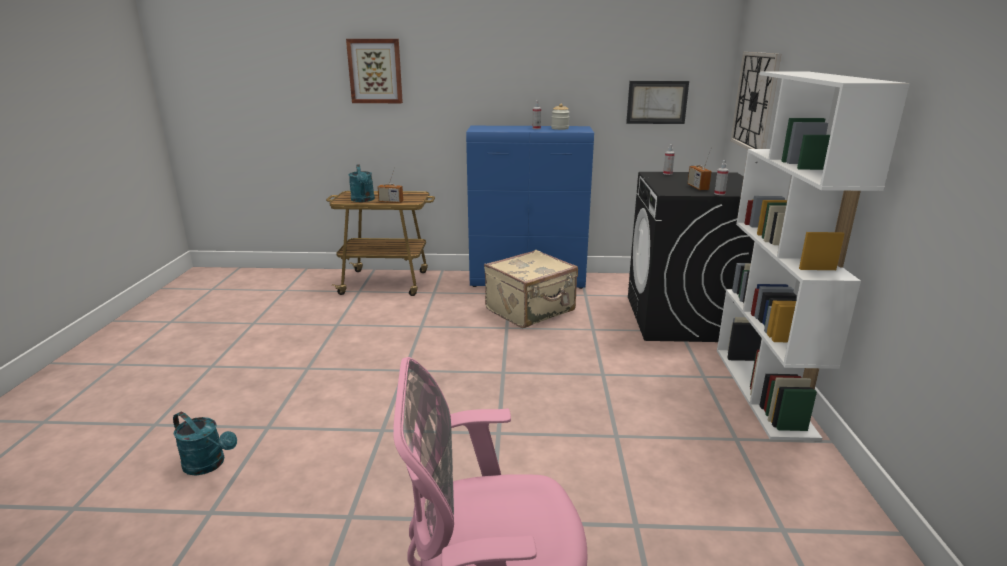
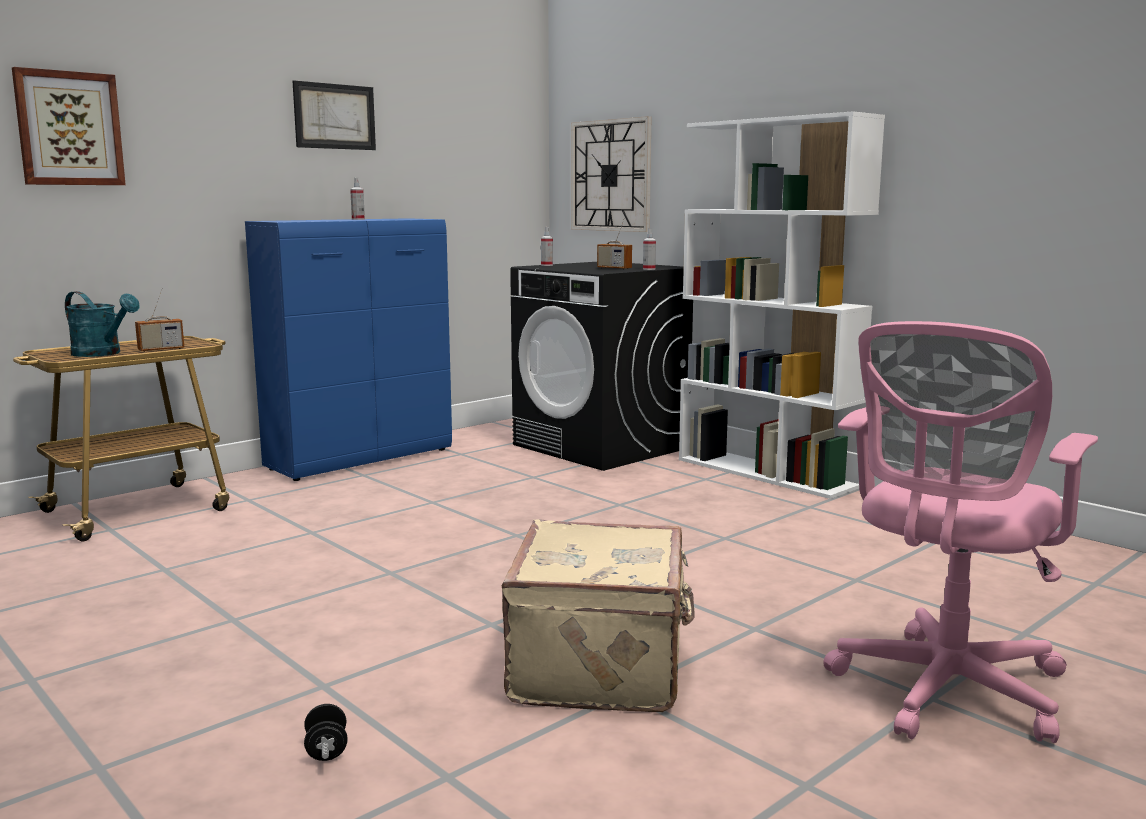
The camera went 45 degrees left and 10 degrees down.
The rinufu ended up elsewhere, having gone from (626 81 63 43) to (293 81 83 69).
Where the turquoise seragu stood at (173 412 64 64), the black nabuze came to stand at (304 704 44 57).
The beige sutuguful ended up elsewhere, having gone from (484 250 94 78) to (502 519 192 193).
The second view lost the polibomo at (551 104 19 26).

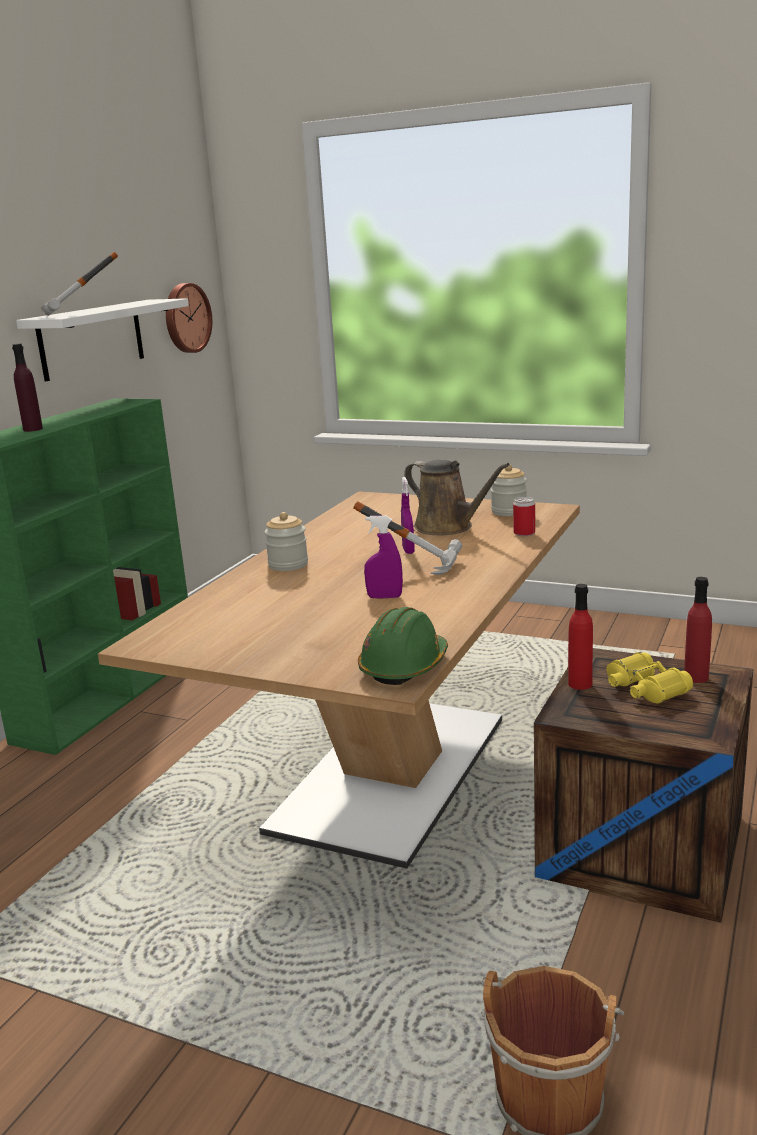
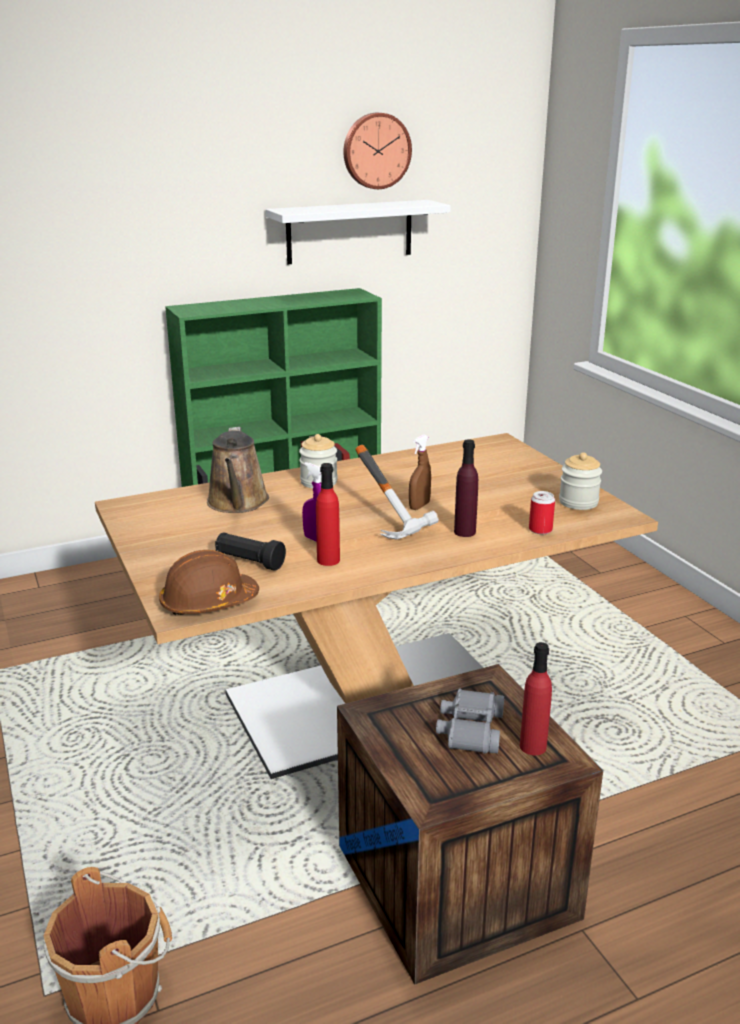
The camera went 40 degrees right and 5 degrees up.
What was the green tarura at (358 607 90 78) turned into the brown tarura at (159 550 100 65).
The brown seragu ended up elsewhere, having gone from (404 460 106 75) to (207 427 62 86).
The second view gained the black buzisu at (215 532 71 39).
The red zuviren ended up elsewhere, having gone from (568 584 25 106) to (316 463 24 103).
The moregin ended up elsewhere, having gone from (166 283 46 70) to (344 113 68 76).
What was the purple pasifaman at (401 477 14 77) turned into the brown pasifaman at (409 434 22 76).
What was the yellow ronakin at (606 652 87 51) turned into the grey ronakin at (436 688 68 66).
The purple zuviren ended up elsewhere, having gone from (12 343 31 89) to (454 439 24 98).
The second view lost the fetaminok at (41 252 77 64).

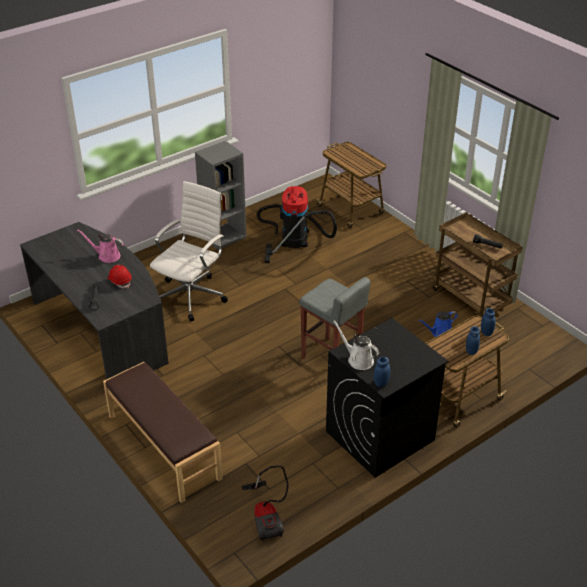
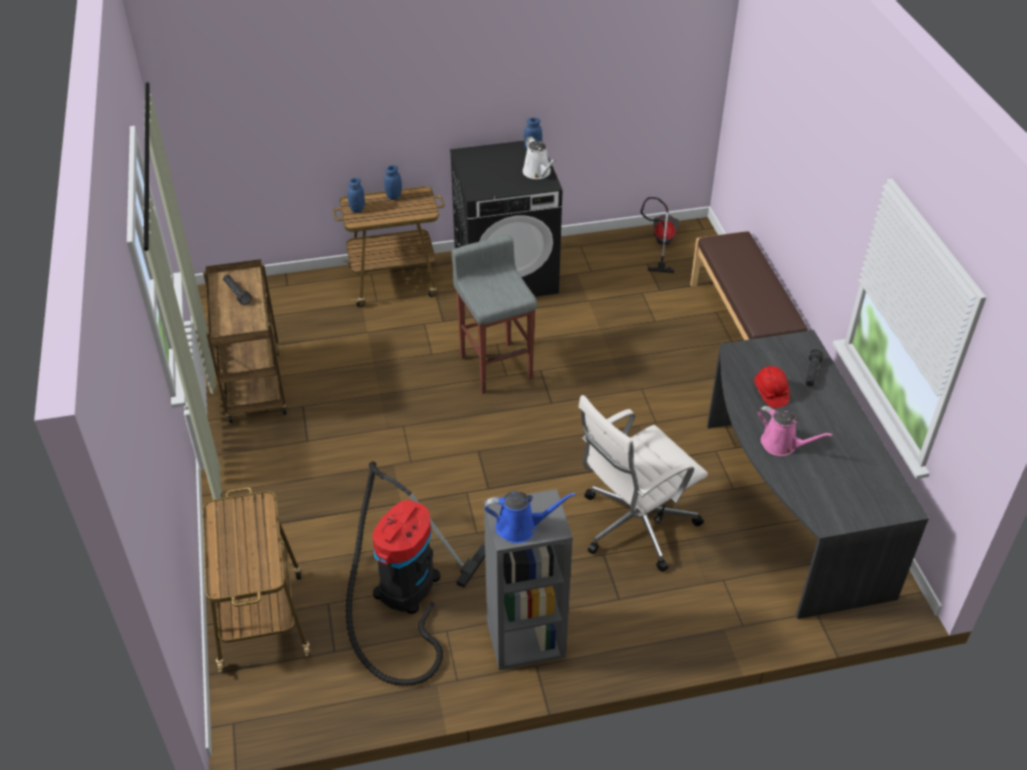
The camera went 155 degrees left and 5 degrees up.
The blue seragu ended up elsewhere, having gone from (418 311 40 26) to (485 491 91 52).

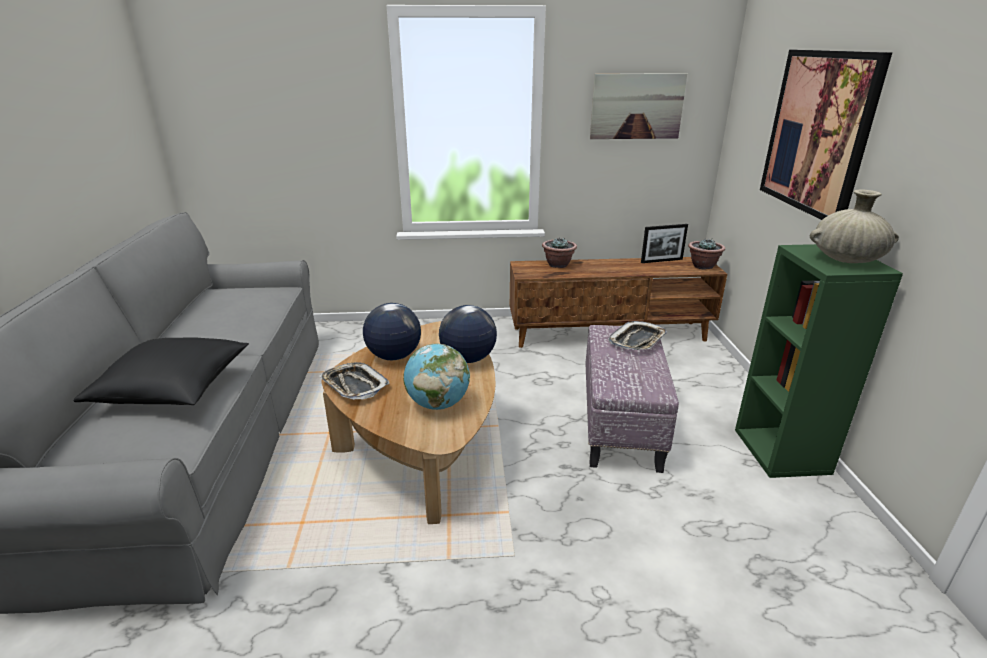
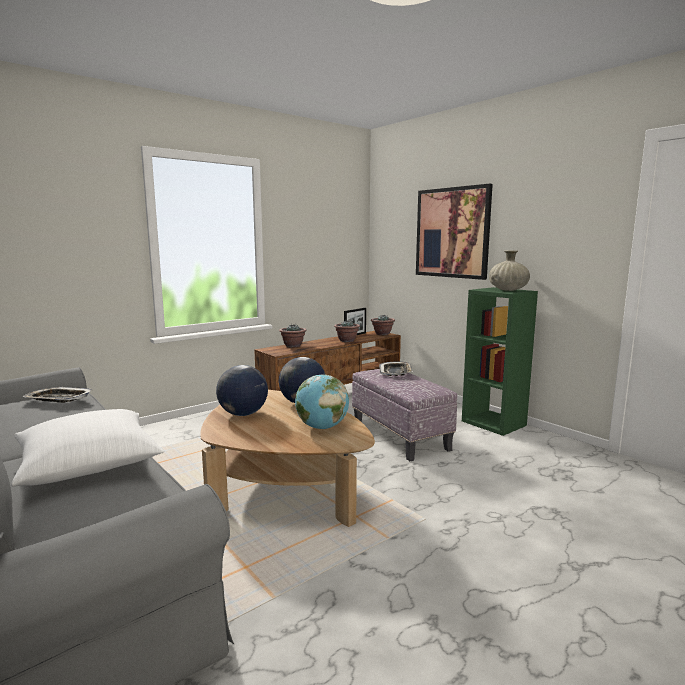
The camera went 35 degrees left and 15 degrees down.
What was the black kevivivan at (74 337 175 68) turned into the white kevivivan at (11 409 153 78).
The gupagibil ended up elsewhere, having gone from (319 362 71 38) to (22 387 70 16).
The second view gained the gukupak at (334 320 26 22).
The second view lost the rinufu at (590 73 97 66).

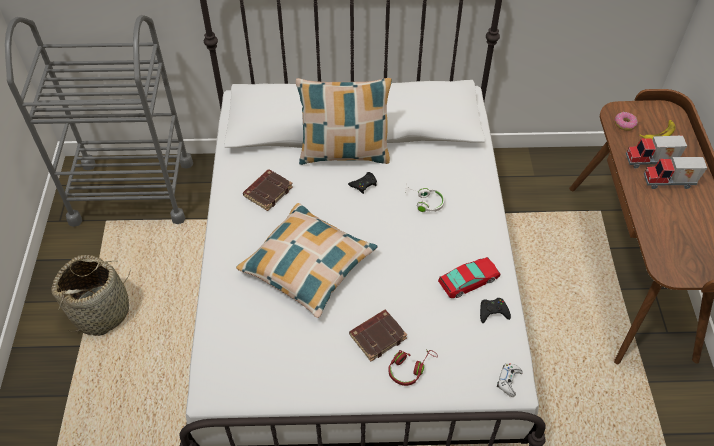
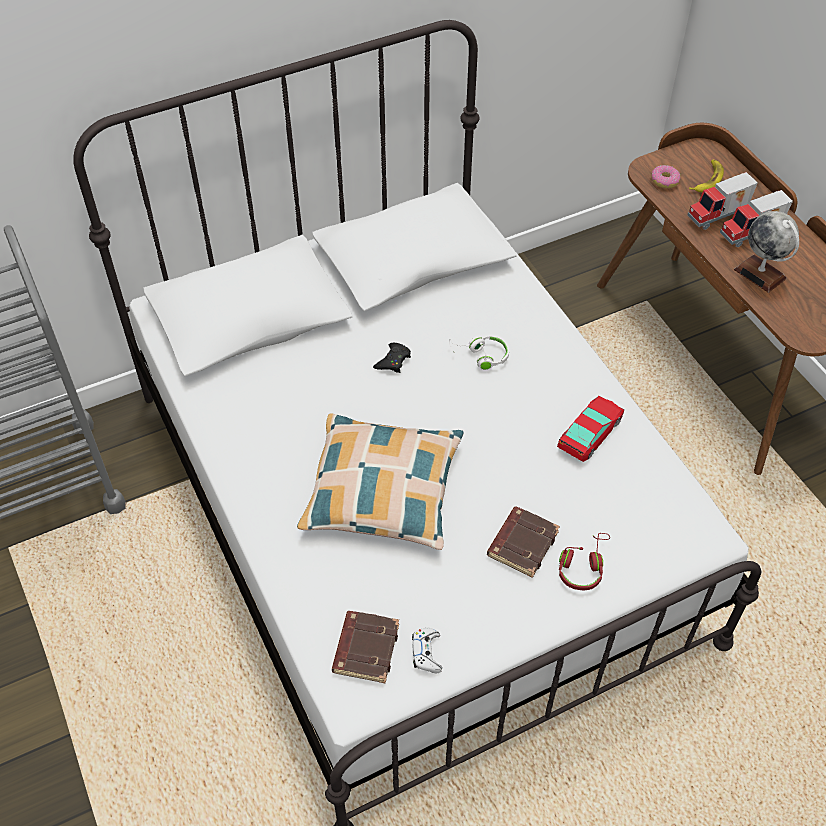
The camera went 25 degrees left and 0 degrees up.
The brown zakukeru ended up elsewhere, having gone from (243 169 50 42) to (332 611 67 72).
The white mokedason ended up elsewhere, having gone from (497 363 26 34) to (412 628 30 45).
The second view gained the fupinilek at (734 211 65 82).
The second view lost the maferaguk at (51 255 80 81).
The second view lost the kevivivan at (296 78 96 87).
The second view lost the black mokedason at (480 298 31 25).

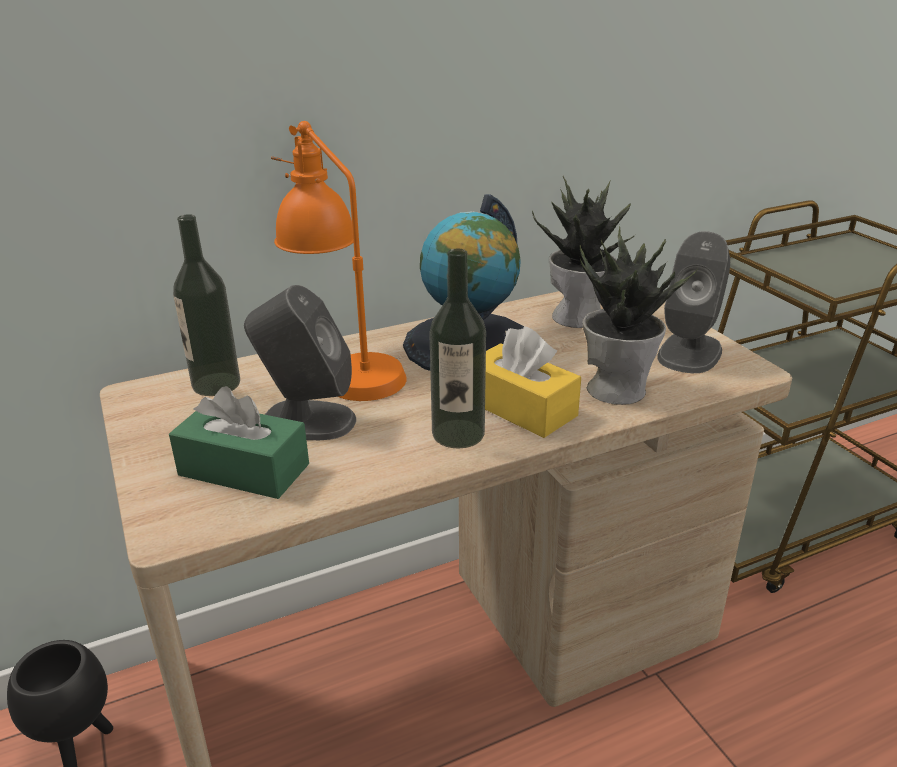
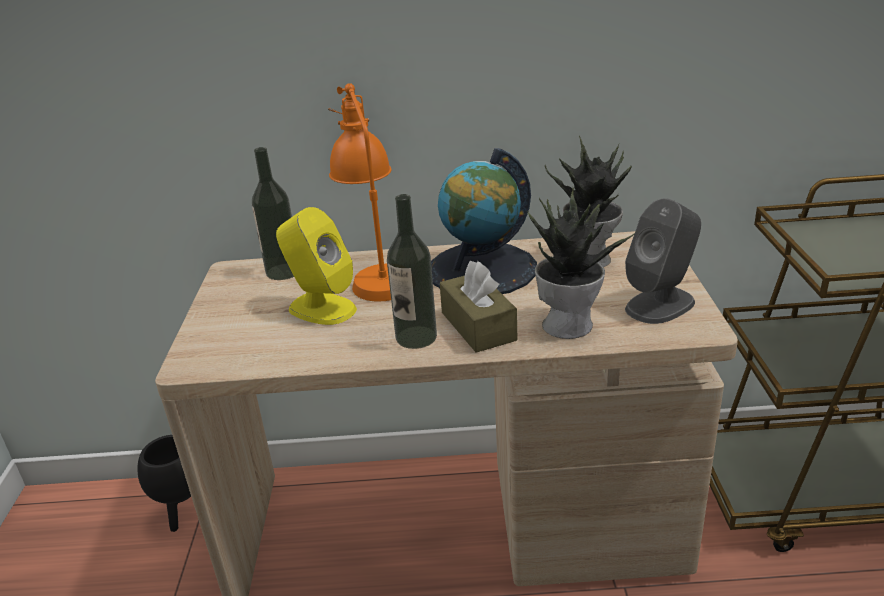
The camera went 25 degrees right and 0 degrees up.
What was the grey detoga at (244 285 112 155) turned into the yellow detoga at (276 207 81 118).
What was the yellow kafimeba at (485 326 96 112) turned into the brown kafimeba at (440 261 78 92).
The second view lost the green kafimeba at (169 386 140 113).

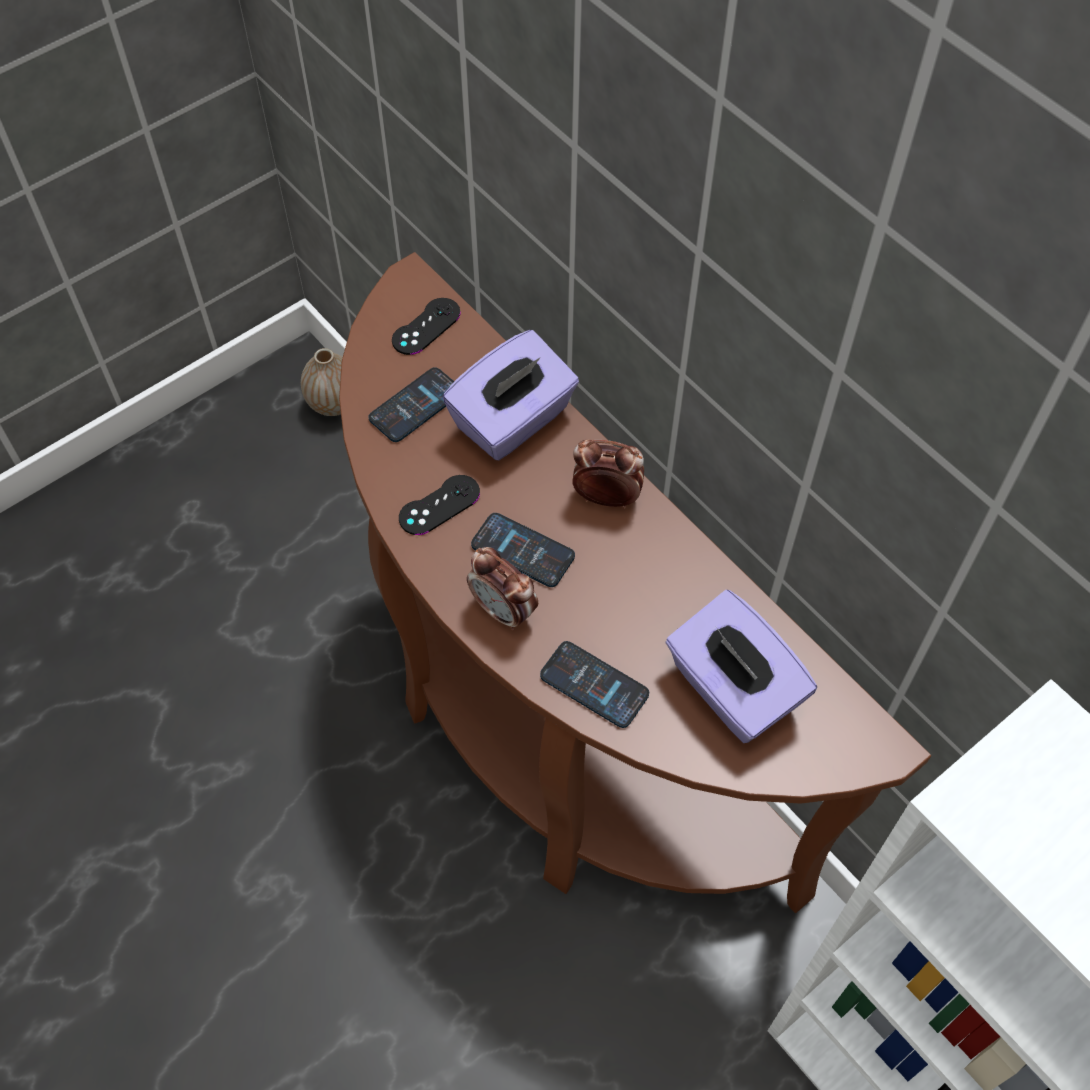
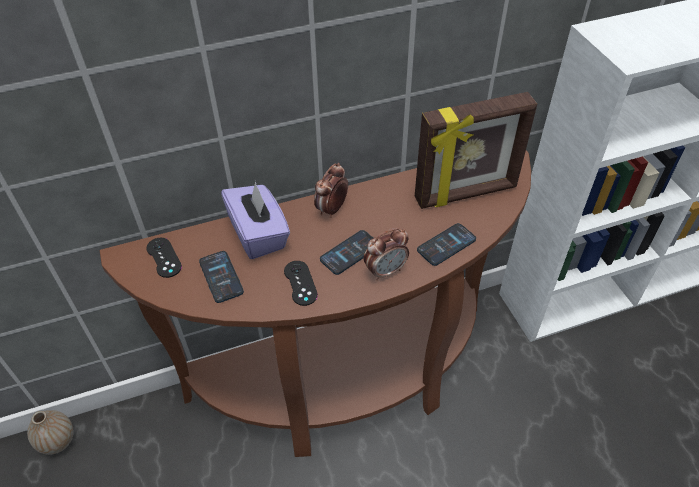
The camera went 70 degrees left and 10 degrees down.
Where the purple kafimeba stood at (665 590 152 153), the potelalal came to stand at (415 92 122 117).

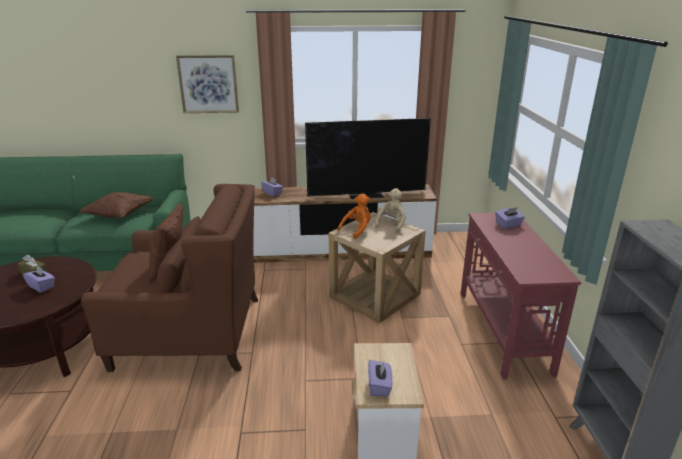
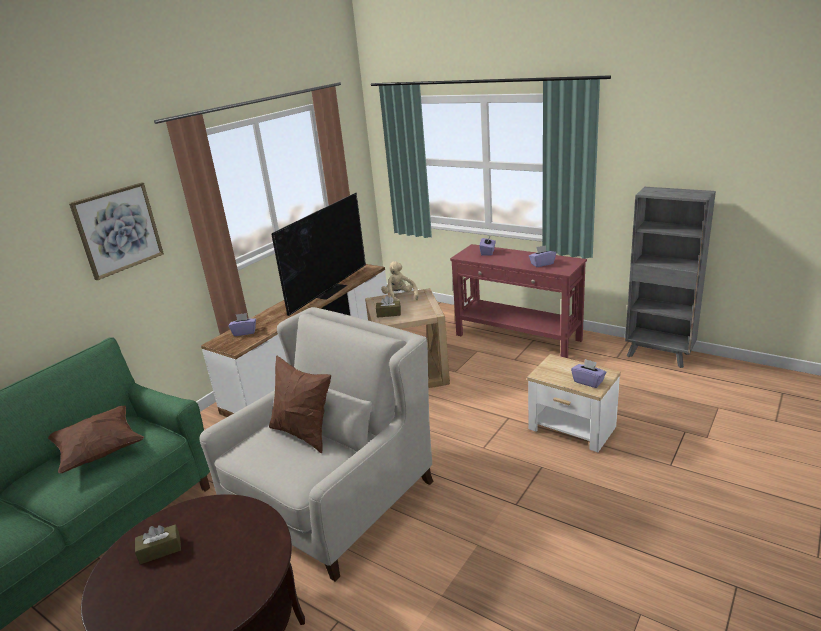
The camera went 50 degrees left and 0 degrees up.
What was the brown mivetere at (81 184 177 188) turned into the white mivetere at (199 307 234 275).
Where the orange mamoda stood at (337 194 34 45), the brown kafimeba came to stand at (376 296 25 22).
The purple kafimeba ended up elsewhere, having gone from (23 266 32 27) to (529 245 27 22).

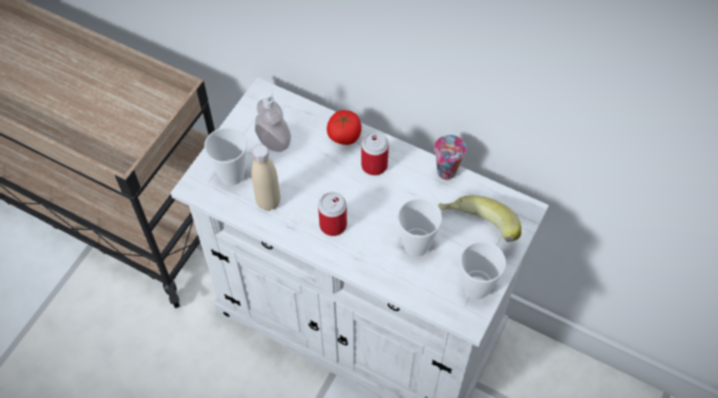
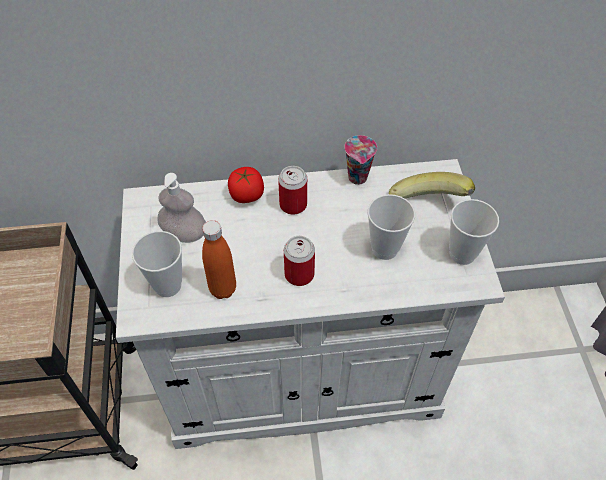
The camera went 35 degrees left and 5 degrees down.
What was the beige zuviren at (251 144 30 67) turned into the orange zuviren at (202 220 34 79).

